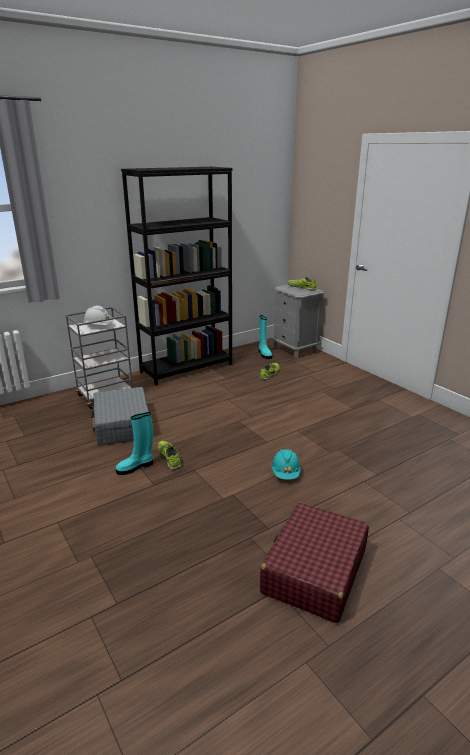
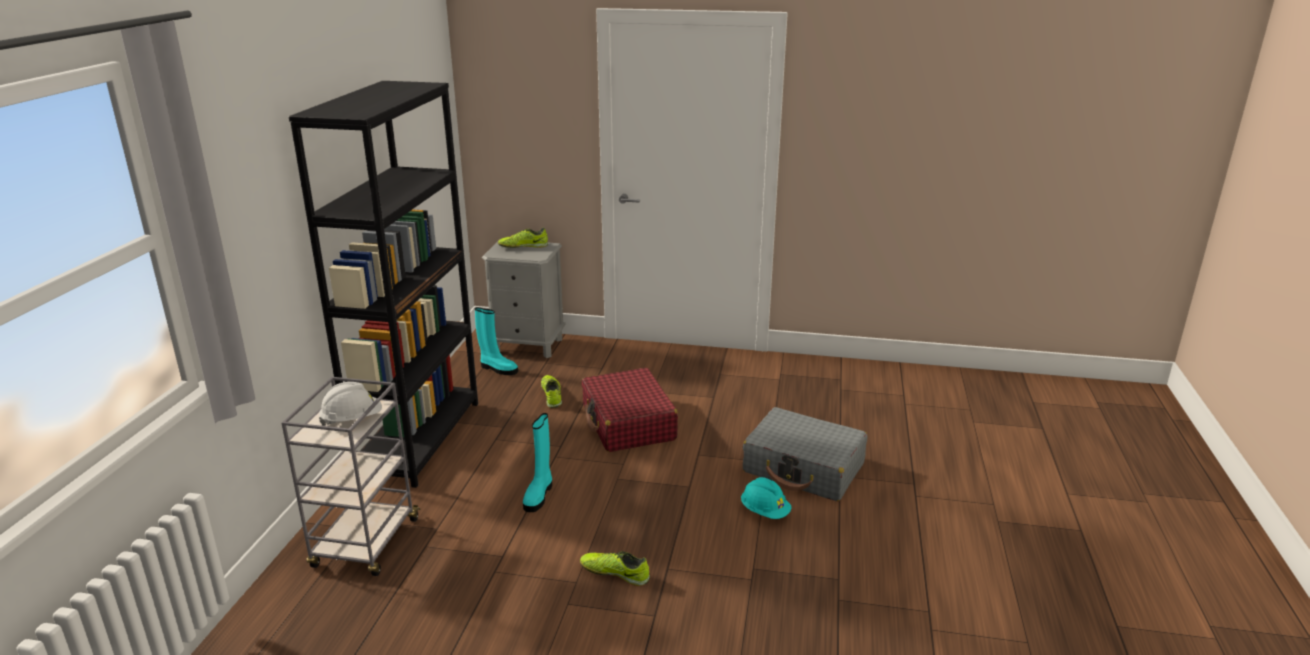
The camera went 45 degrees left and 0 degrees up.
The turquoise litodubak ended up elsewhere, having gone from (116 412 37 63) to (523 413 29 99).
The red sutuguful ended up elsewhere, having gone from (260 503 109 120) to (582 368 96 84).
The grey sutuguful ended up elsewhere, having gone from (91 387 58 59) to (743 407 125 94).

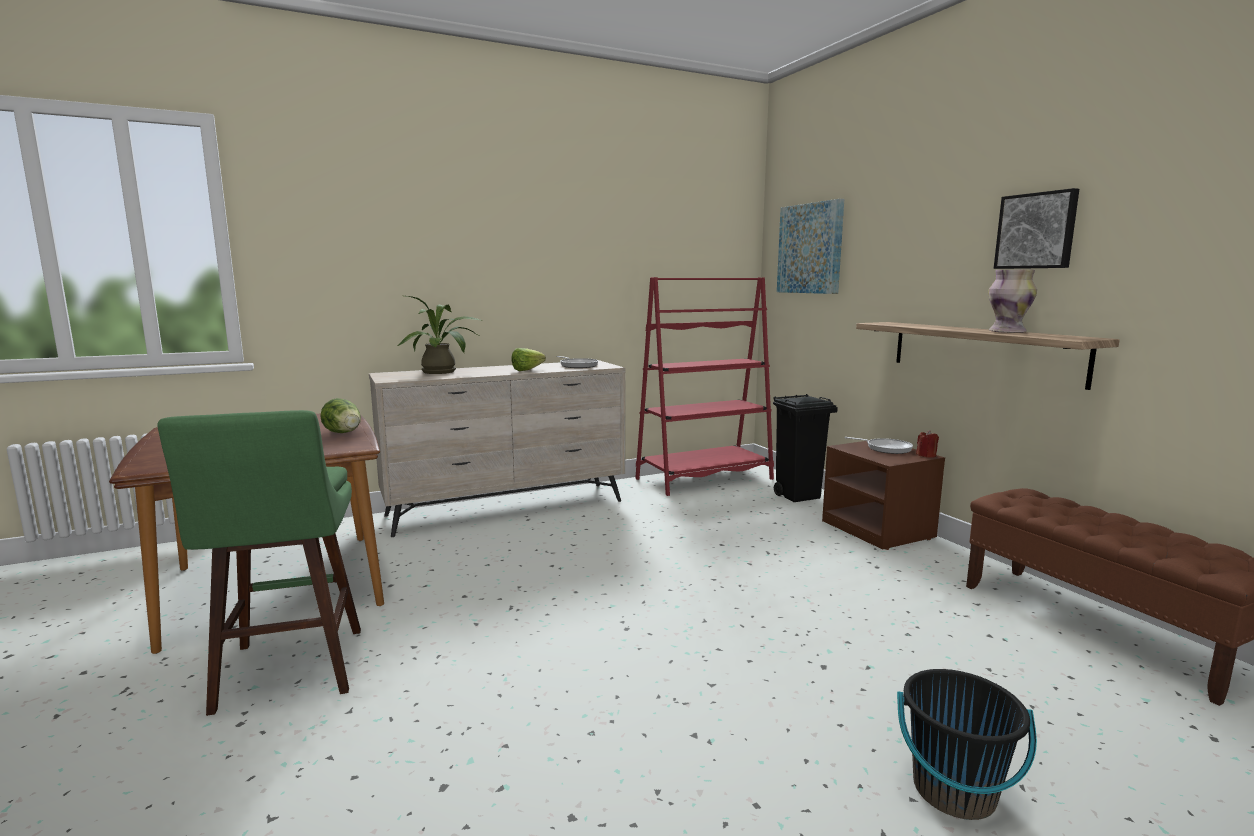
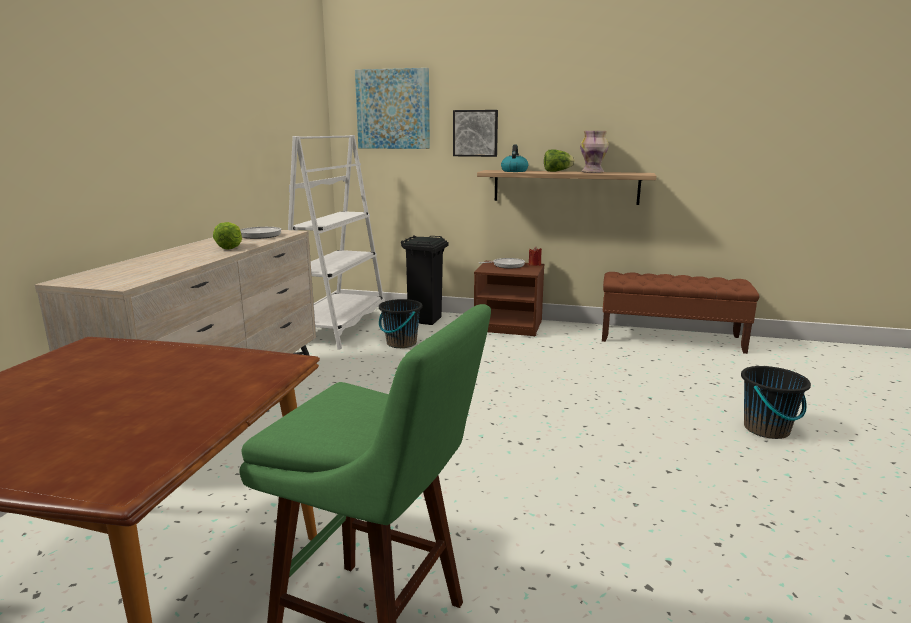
The camera went 50 degrees left and 5 degrees up.
What was the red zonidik at (635 277 139 219) turned into the white zonidik at (288 135 97 214).
The second view gained the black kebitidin at (379 299 44 49).
The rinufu ended up elsewhere, having gone from (994 188 85 81) to (453 110 45 47).
The second view gained the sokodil at (501 144 27 28).
The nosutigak ended up elsewhere, having gone from (320 398 41 35) to (544 149 31 23).
The second view lost the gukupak at (397 296 86 78).

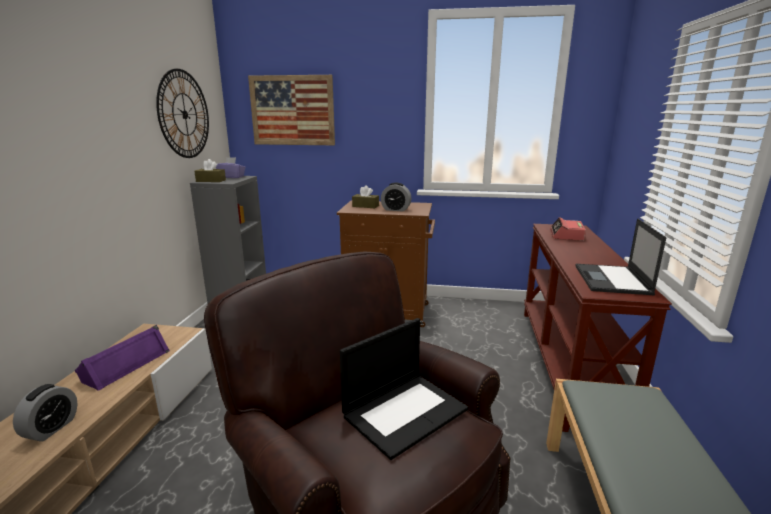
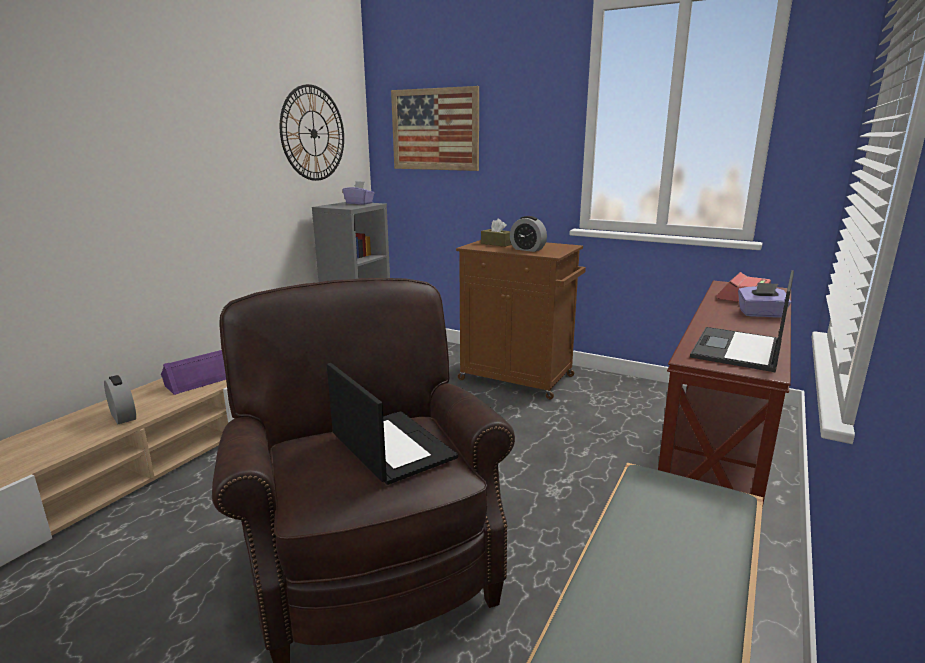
The camera went 20 degrees right and 0 degrees up.
The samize at (13 384 65 58) ended up facing another way, 75 degrees counterclockwise from before.
The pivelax at (340 318 128 142) ended up facing another way, 105 degrees counterclockwise from before.
The second view gained the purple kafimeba at (738 282 53 36).
The second view lost the brown kafimeba at (194 159 32 23).

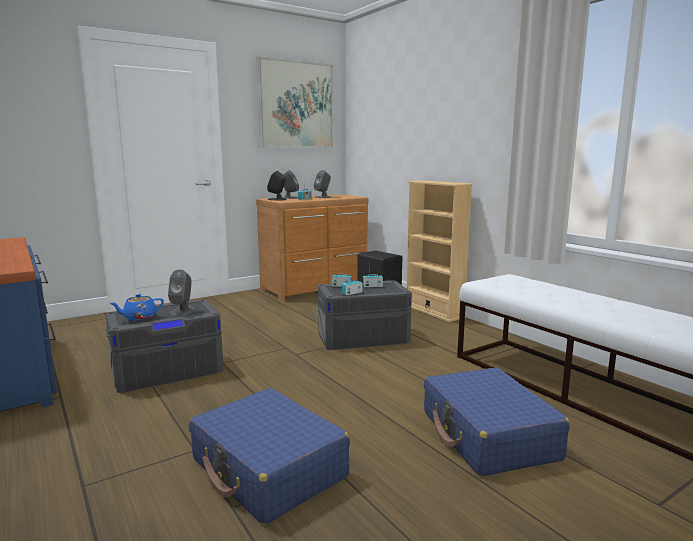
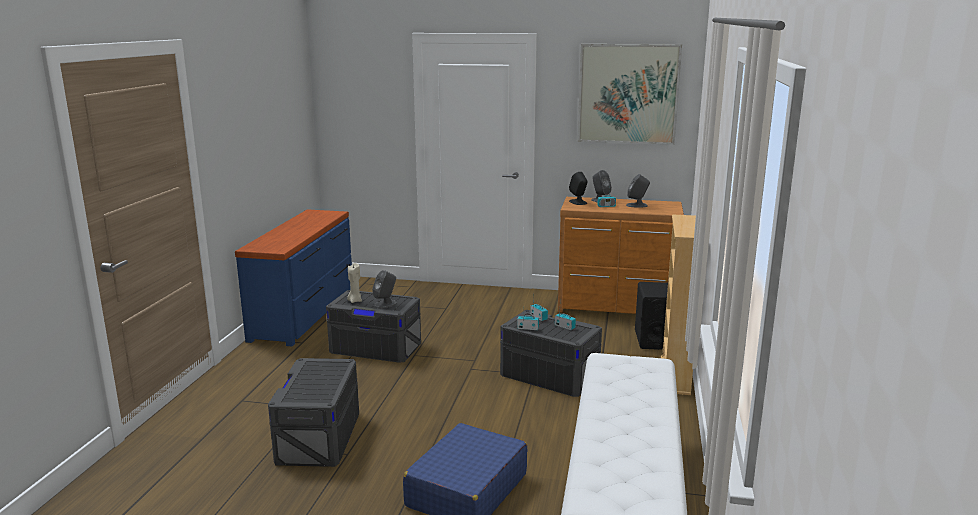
The camera went 45 degrees right and 5 degrees up.
Where the blue sutuguful stood at (189 388 161 137), the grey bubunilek came to stand at (268 358 91 109).
Where the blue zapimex stood at (110 294 54 27), the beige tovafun came to stand at (347 263 15 40).

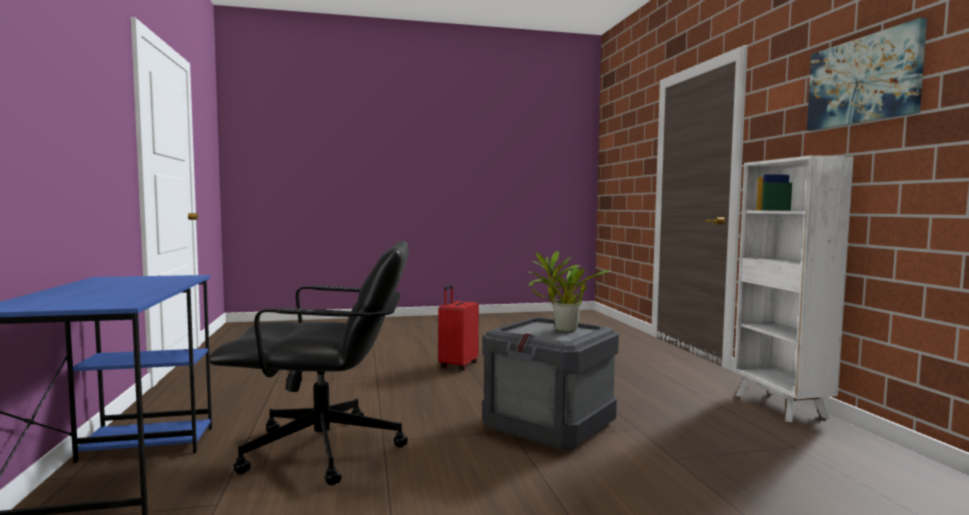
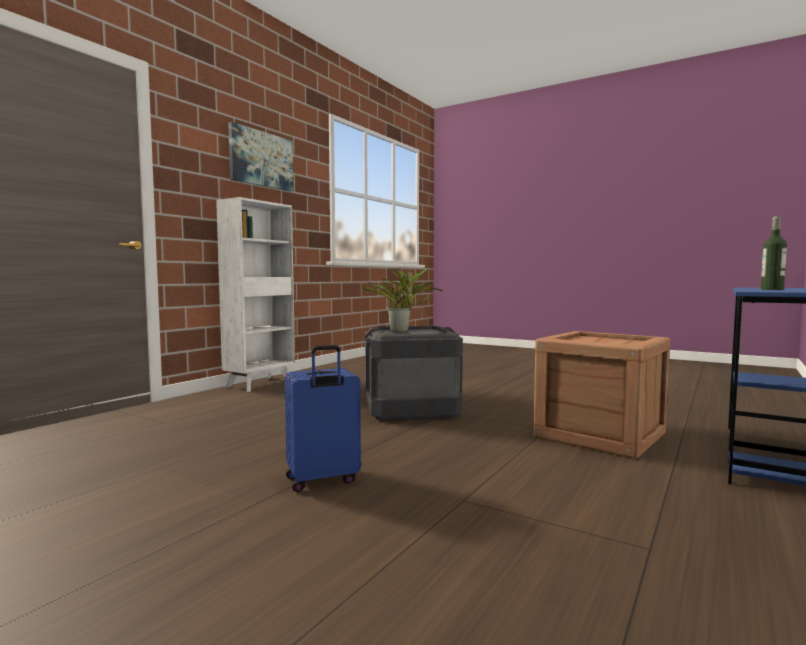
The camera went 135 degrees left and 0 degrees up.
What was the red sutuguful at (438 285 41 86) turned into the blue sutuguful at (285 345 76 147).
Where the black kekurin stood at (208 241 201 244), the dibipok came to stand at (533 331 137 128).
The second view gained the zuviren at (761 216 26 74).

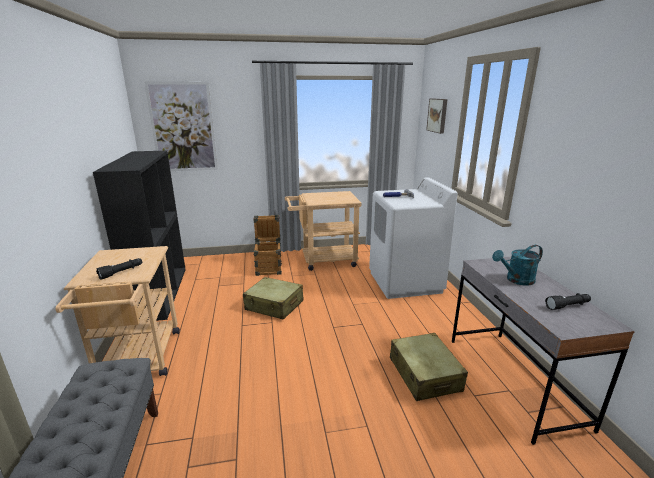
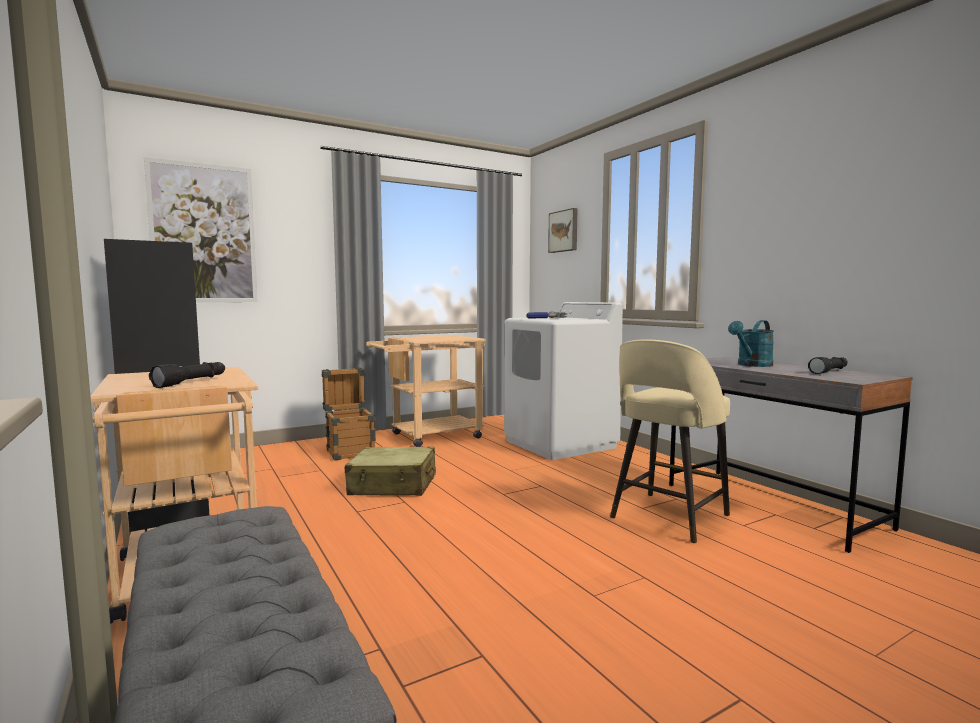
The camera went 20 degrees left and 15 degrees down.
Where the beige sutuguful stood at (390 333 78 68), the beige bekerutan came to stand at (610 339 120 205).

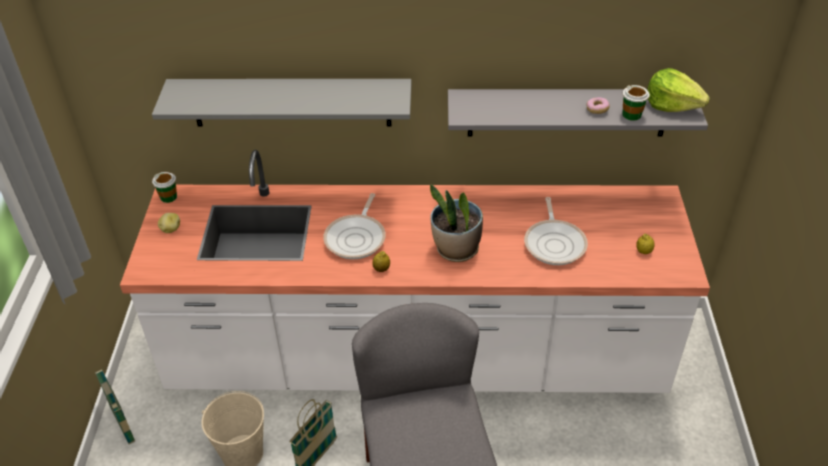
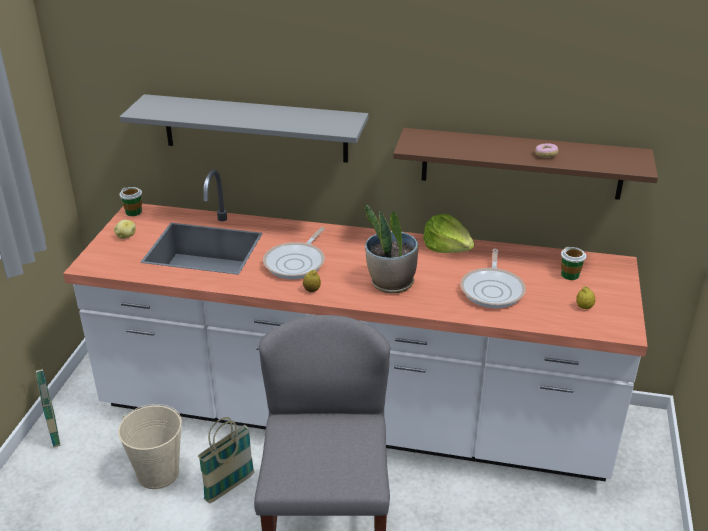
The camera went 10 degrees right and 10 degrees down.
What was the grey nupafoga at (448 89 260 47) turned into the brown nupafoga at (393 128 265 72).
The nosutigak ended up elsewhere, having gone from (647 68 63 44) to (423 214 51 39).
The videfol ended up elsewhere, having gone from (622 85 28 36) to (561 246 26 34).

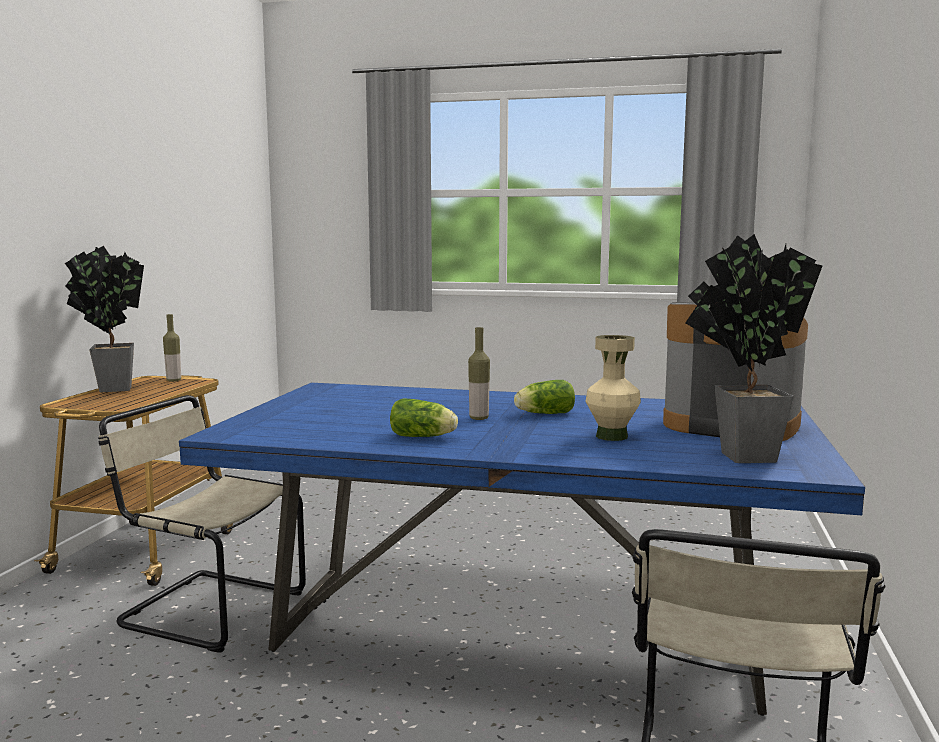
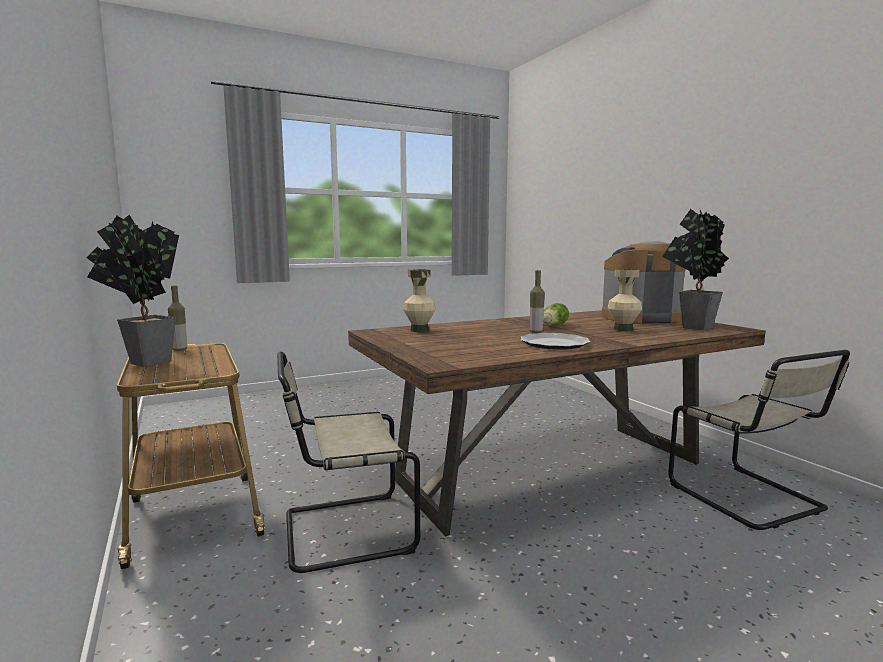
The camera went 40 degrees left and 0 degrees up.
What was the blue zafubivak at (179 383 686 333) turned into the brown zafubivak at (348 310 418 226).
The second view gained the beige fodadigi at (403 269 33 63).
Where the nosutigak stood at (390 398 68 39), the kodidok came to stand at (520 333 71 17).

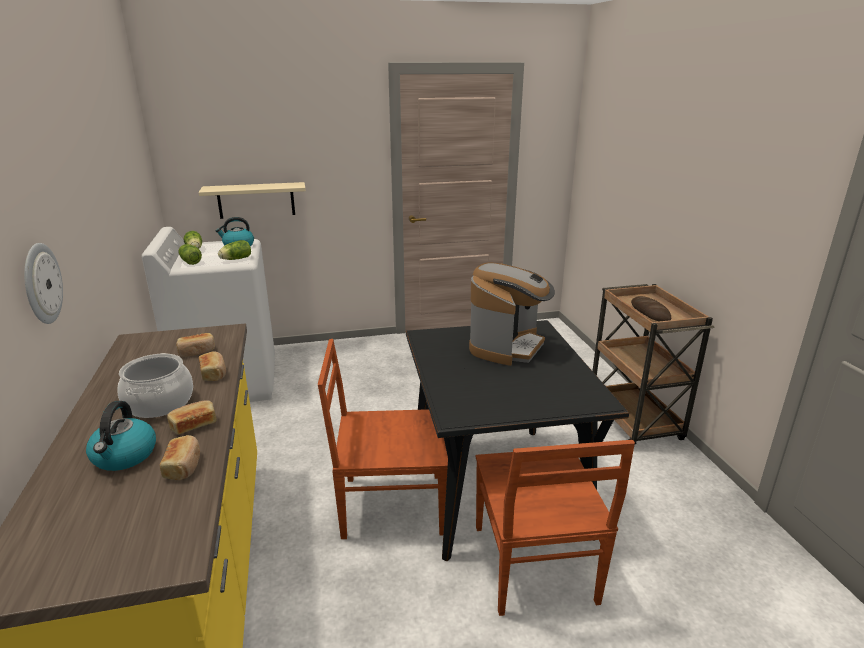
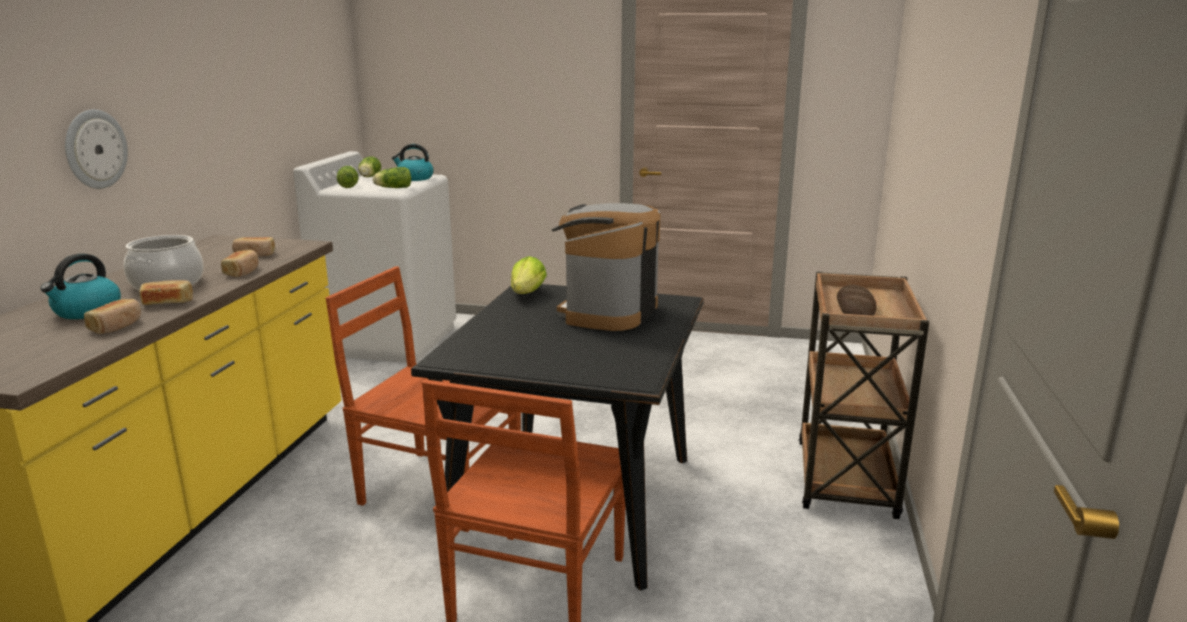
The camera went 25 degrees right and 5 degrees down.
The second view gained the nosutigak at (511 256 36 38).
The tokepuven at (469 262 86 104) ended up facing another way, 150 degrees clockwise from before.
The second view lost the beige nupafoga at (198 182 108 37).

